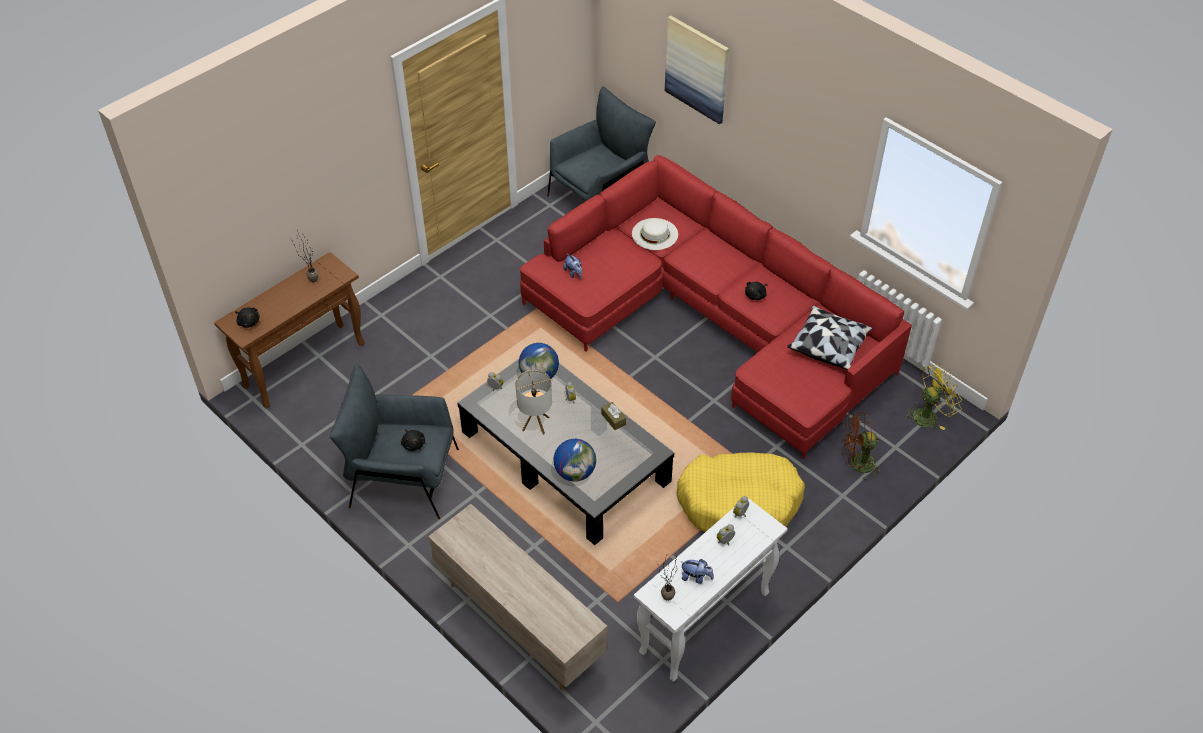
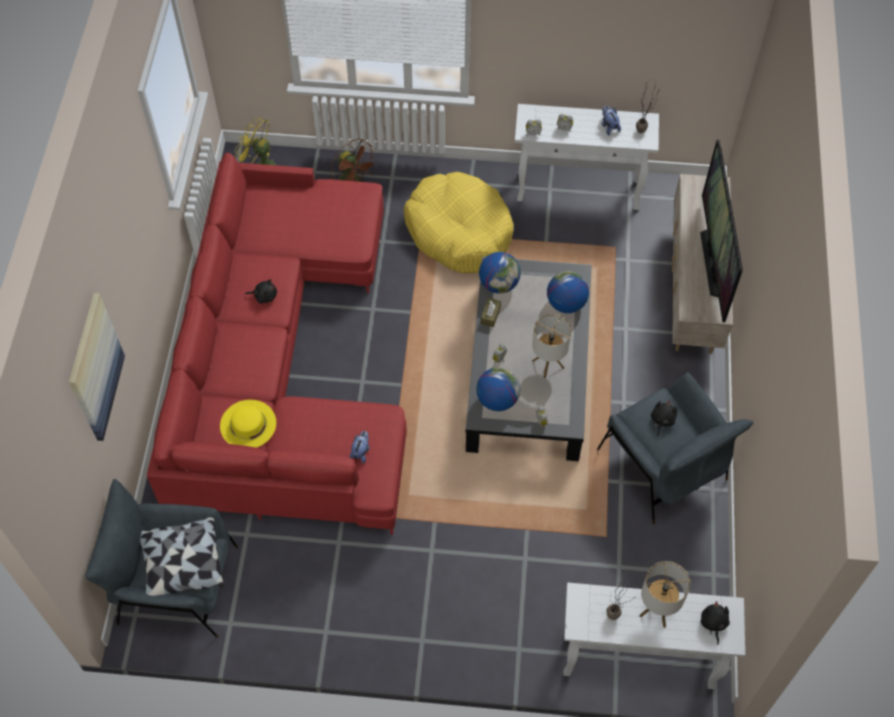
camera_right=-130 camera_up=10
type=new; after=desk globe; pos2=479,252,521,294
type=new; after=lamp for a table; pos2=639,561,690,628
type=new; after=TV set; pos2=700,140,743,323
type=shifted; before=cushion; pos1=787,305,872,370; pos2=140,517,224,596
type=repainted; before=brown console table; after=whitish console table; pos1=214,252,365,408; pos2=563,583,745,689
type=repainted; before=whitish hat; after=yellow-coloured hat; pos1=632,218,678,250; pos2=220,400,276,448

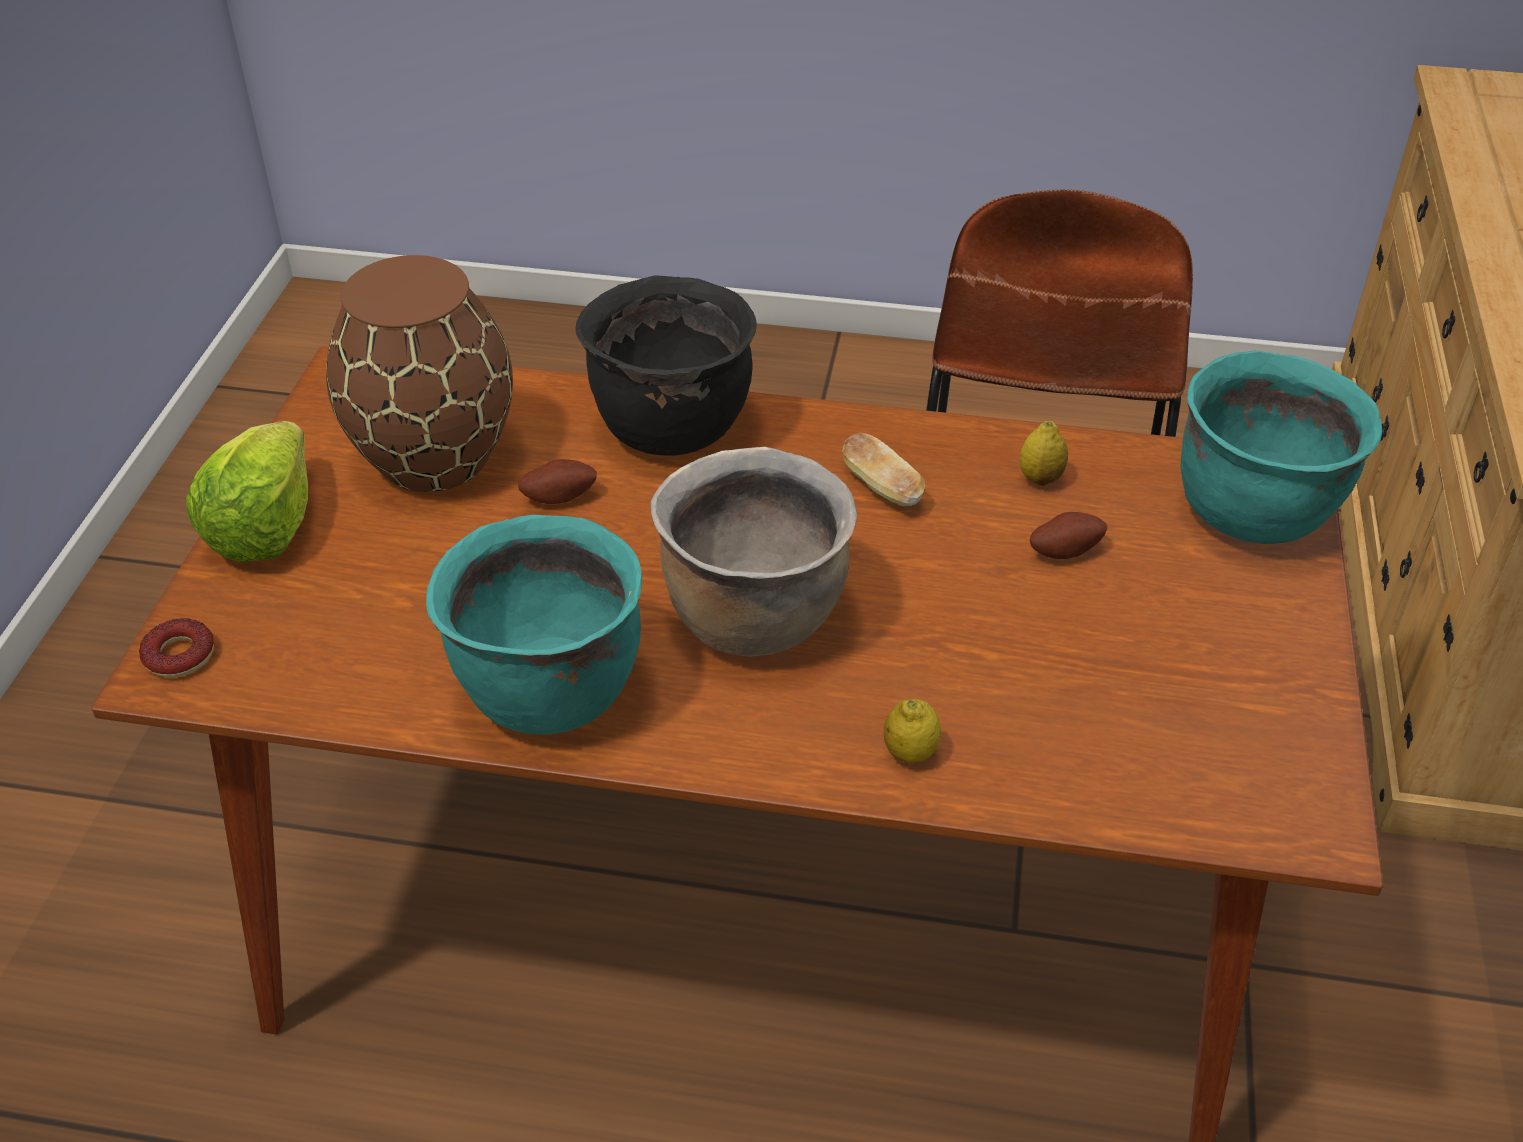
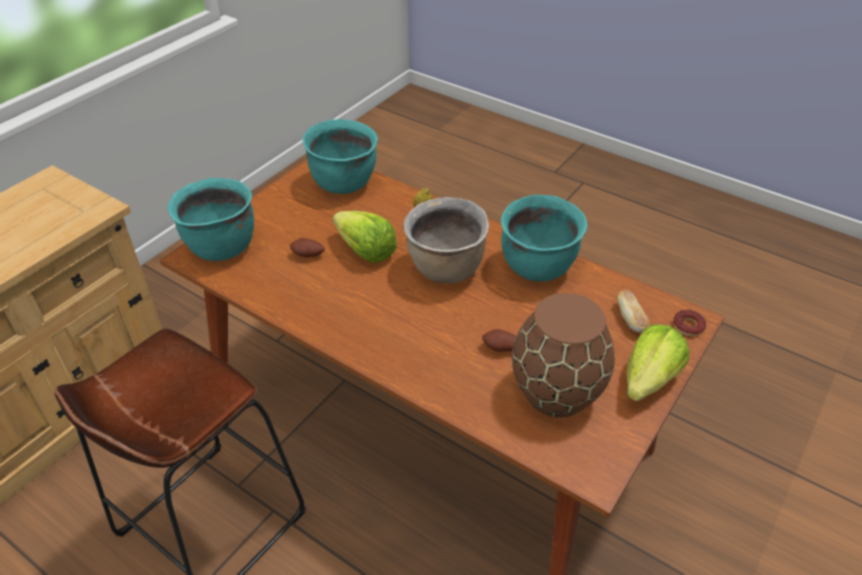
camera_right=-155 camera_up=0
type=gone; before=blackish stockpot; pos1=576,275,757,456
type=gone; before=whole lemon; pos1=1020,421,1068,486
type=new; after=turquoise stockpot; pos2=303,119,378,194
type=new; after=lettuce; pos2=333,211,397,263
type=shifted; before=baked bread; pos1=842,433,925,506; pos2=617,290,649,332

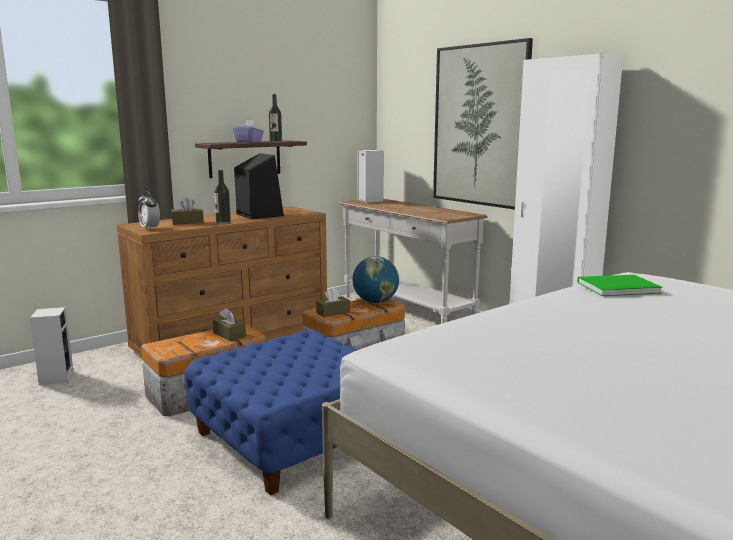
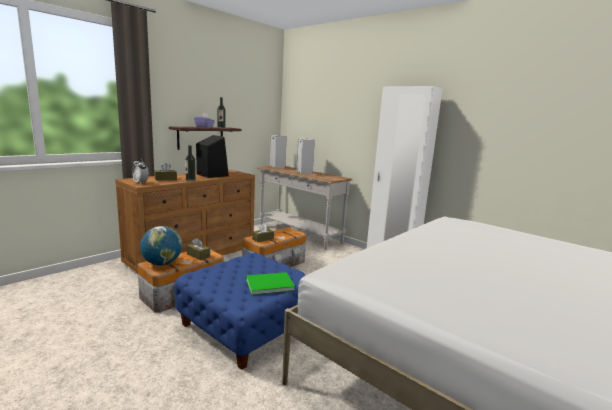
camera_right=-10 camera_up=0
type=gone; before=wall picture; pos1=433,38,533,210
type=shifted; before=speaker; pos1=30,307,74,385; pos2=296,139,315,174
type=shifted; before=desk globe; pos1=352,256,399,303; pos2=140,226,182,265
type=shifted; before=green-coloured bound book; pos1=577,275,663,296; pos2=246,272,295,295

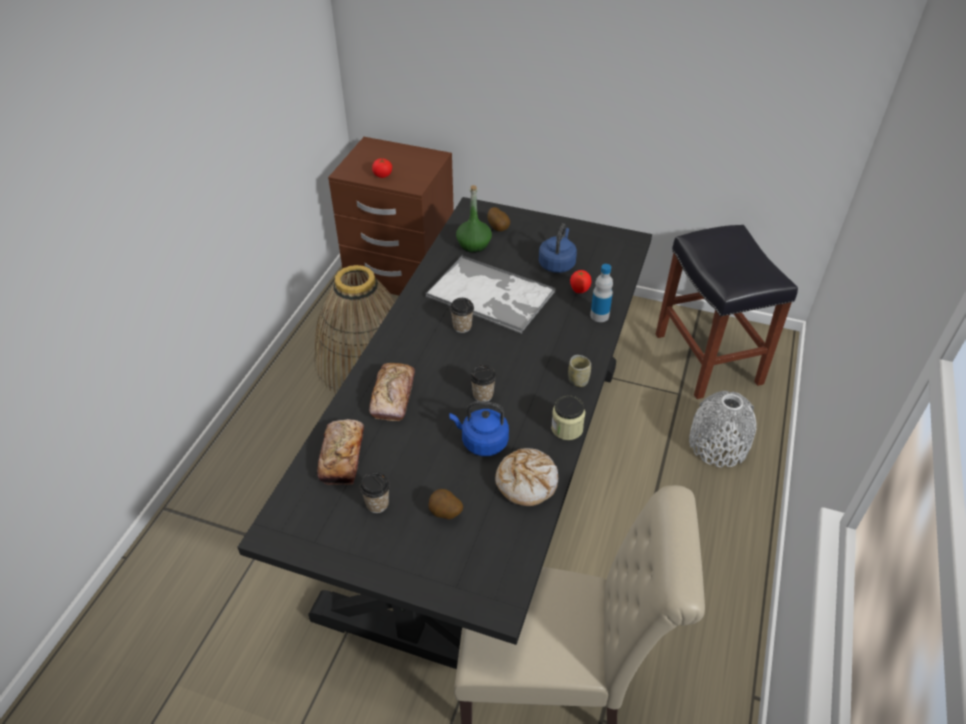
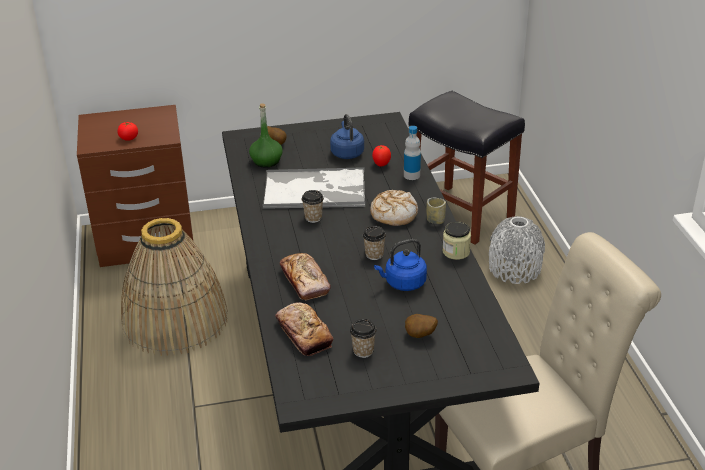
camera_right=-30 camera_up=-10
type=shifted; before=baked bread; pos1=495,448,558,506; pos2=370,190,418,226

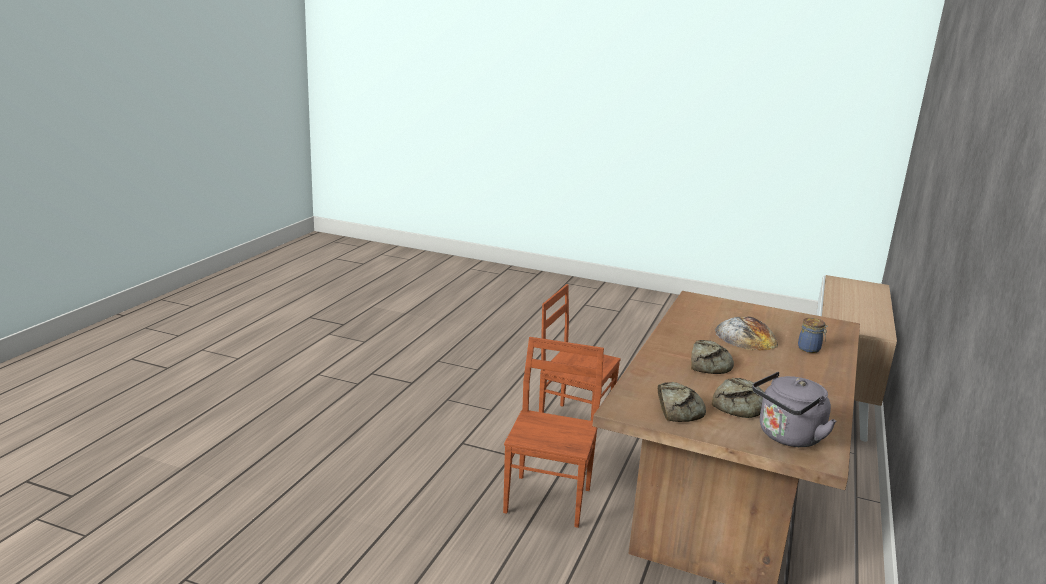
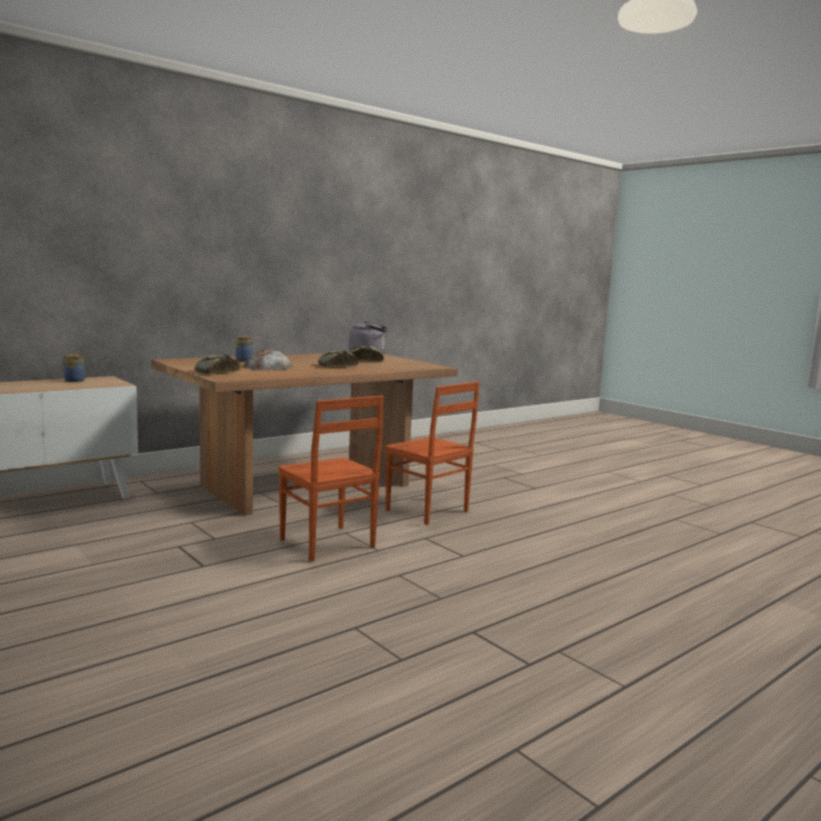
camera_right=-150 camera_up=-10
type=new; after=jar; pos2=62,354,85,382
type=shifted; before=baked bread; pos1=658,382,706,422; pos2=195,354,240,374
type=rotated; before=brown chair; pos1=503,337,604,528; pos2=385,382,480,525; turn=-90

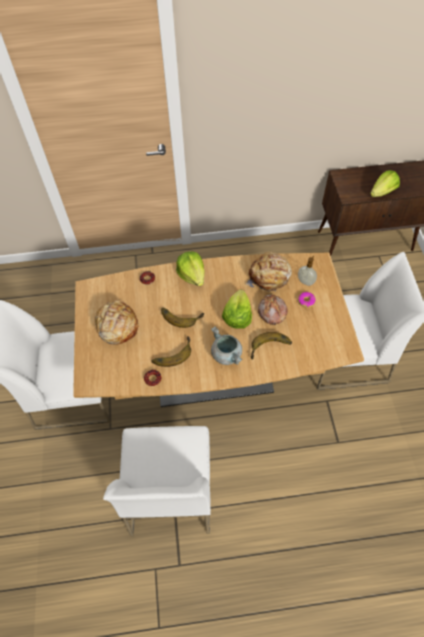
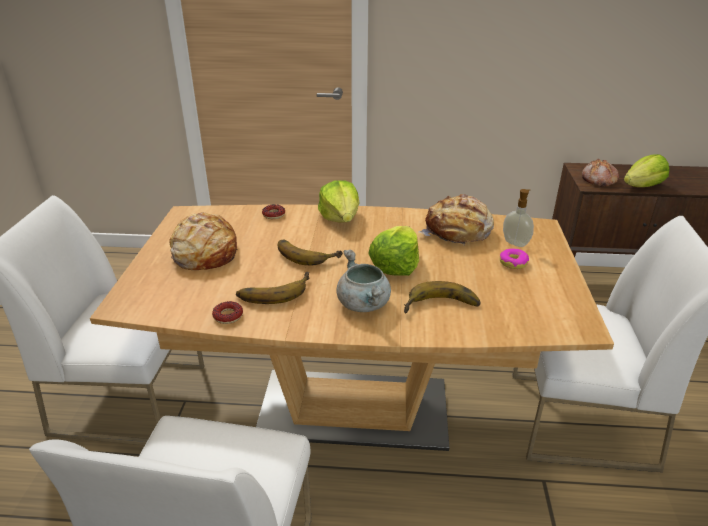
camera_right=10 camera_up=-25
type=shifted; before=baked bread; pos1=258,295,288,325; pos2=582,158,619,187

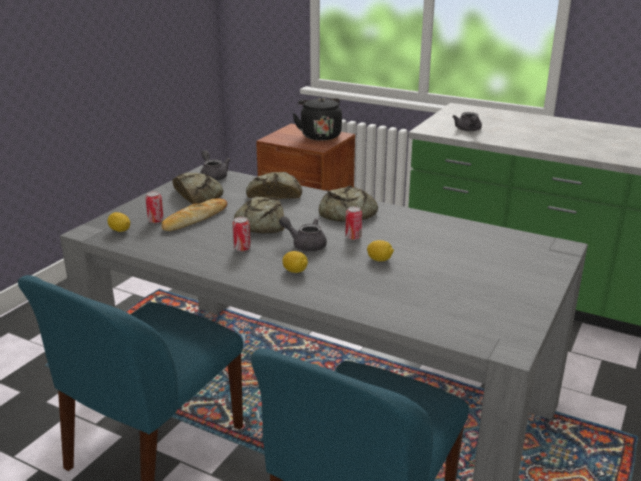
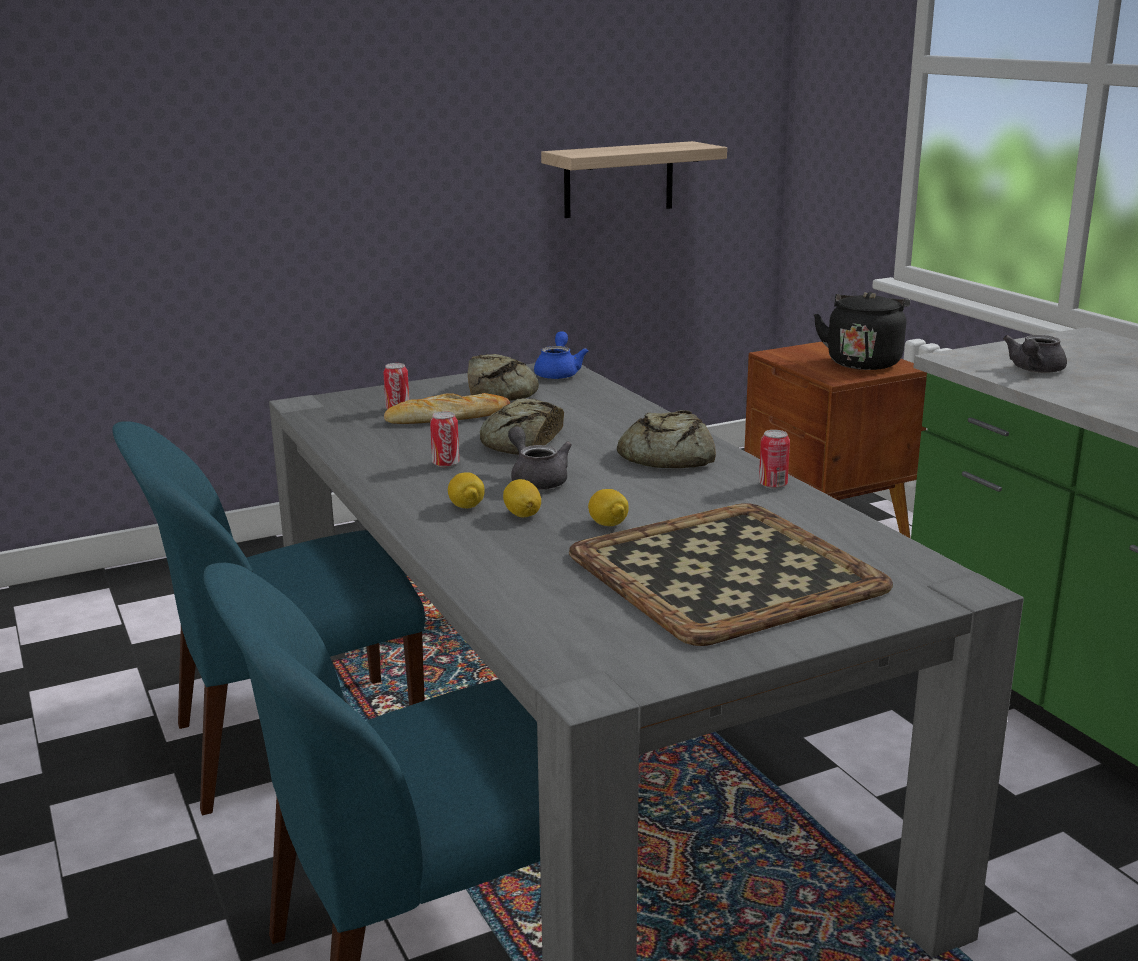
camera_right=35 camera_up=-5
type=gone; before=baked bread; pos1=246,172,302,199
type=new; after=wall shelf; pos2=541,141,727,218
type=new; after=tray; pos2=569,503,893,646
type=shifted; before=whole lemon; pos1=107,212,130,232; pos2=503,479,541,517
type=shifted; before=metal can; pos1=345,206,362,240; pos2=759,430,790,489
type=repainted; before=gray tea pot; after=blue-coloured tea pot; pos1=200,150,230,181; pos2=534,331,588,379

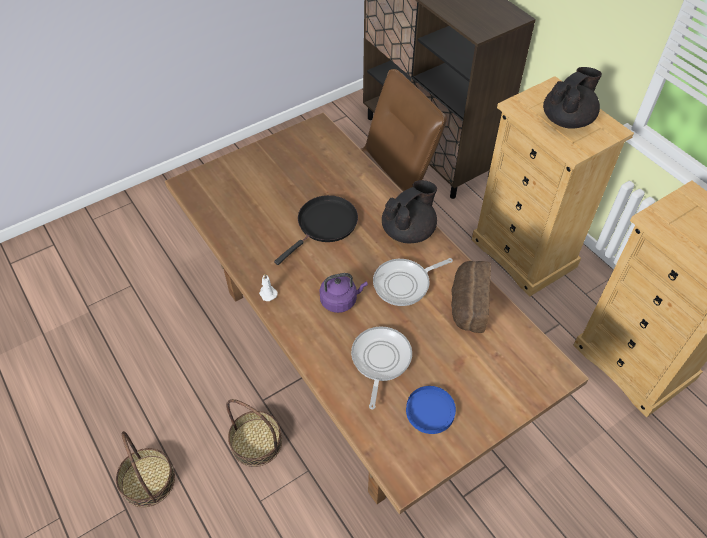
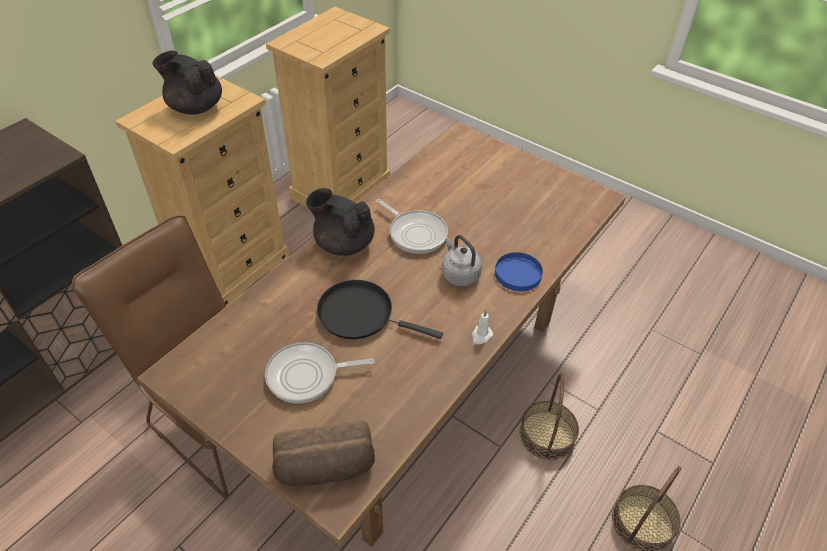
camera_right=-110 camera_up=-5
type=shifted; before=skillet; pos1=351,326,412,409; pos2=265,342,374,404
type=shifted; before=blue-coloured plate; pos1=406,386,456,434; pos2=495,252,543,291
type=shifted; before=baked bread; pos1=451,261,491,333; pos2=272,420,375,486
type=repainted; before=purple tea kettle; after=gray tea kettle; pos1=319,273,368,313; pos2=442,235,482,286

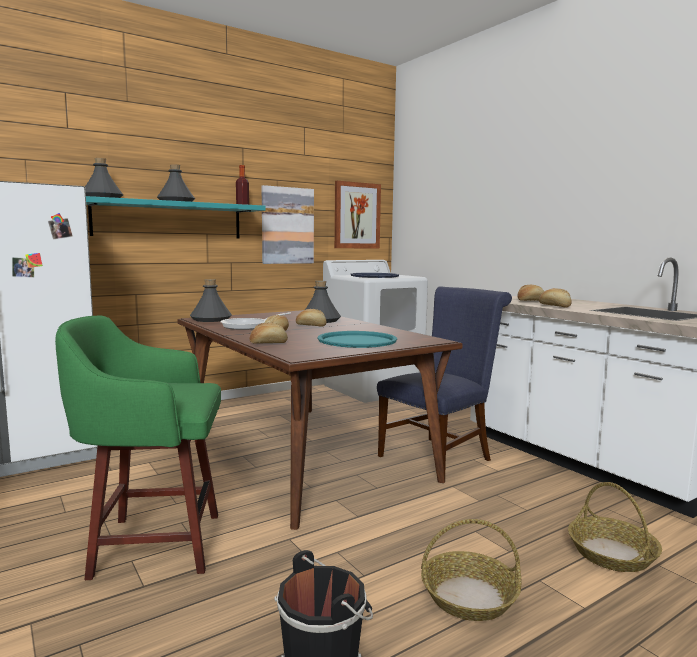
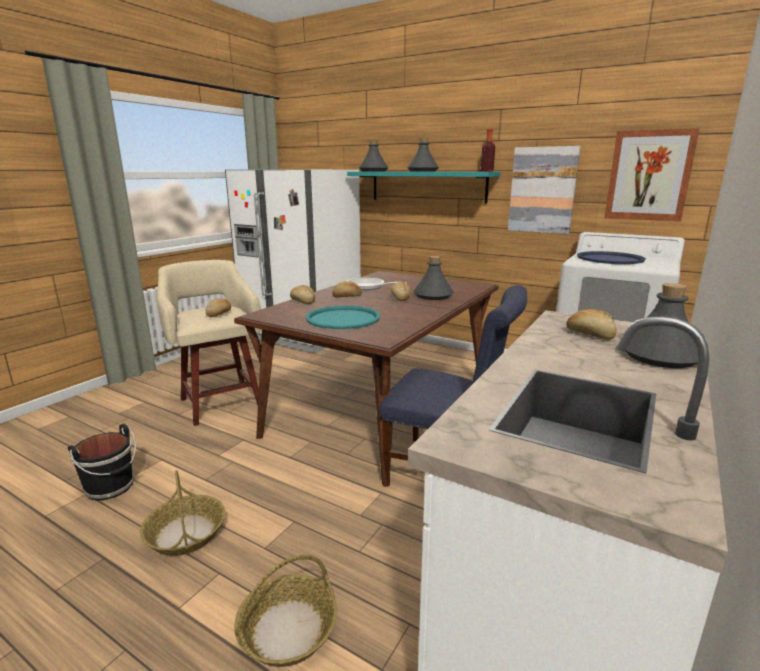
camera_right=65 camera_up=10
type=shifted; before=gray drink bottle; pos1=190,279,232,322; pos2=625,283,698,368
type=shifted; before=baked bread; pos1=539,288,572,307; pos2=206,298,231,317
type=repainted; before=green-coloured stool; after=beige stool; pos1=55,316,221,580; pos2=157,260,261,426

